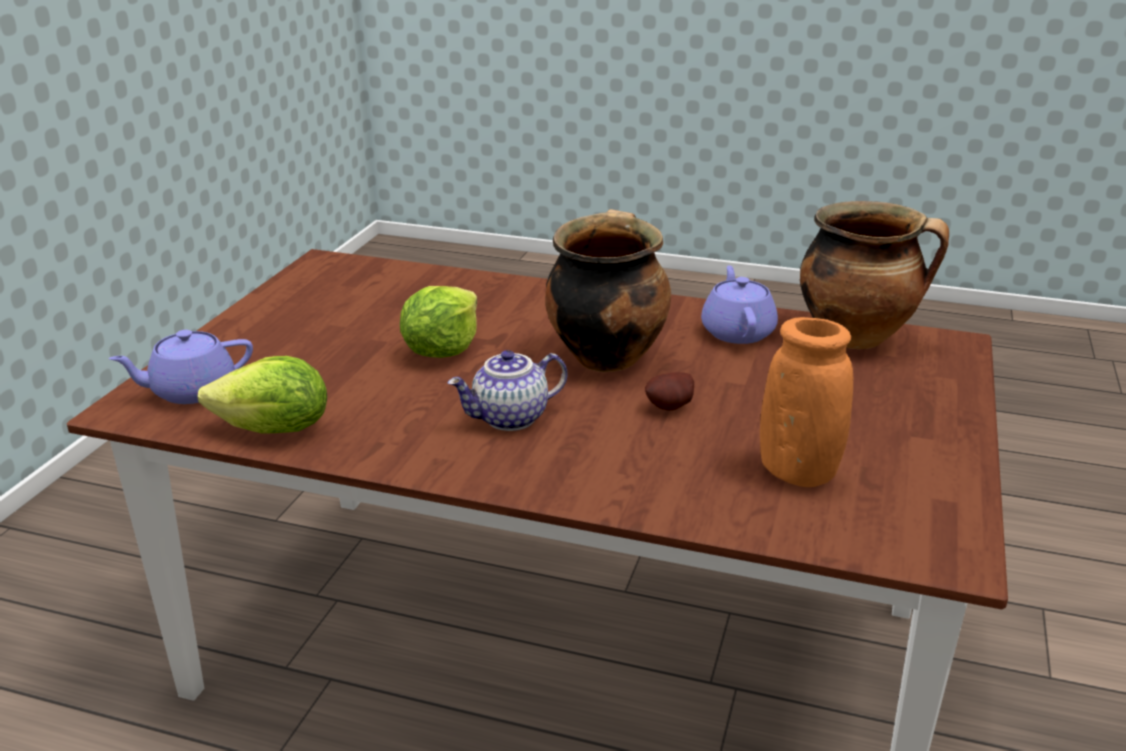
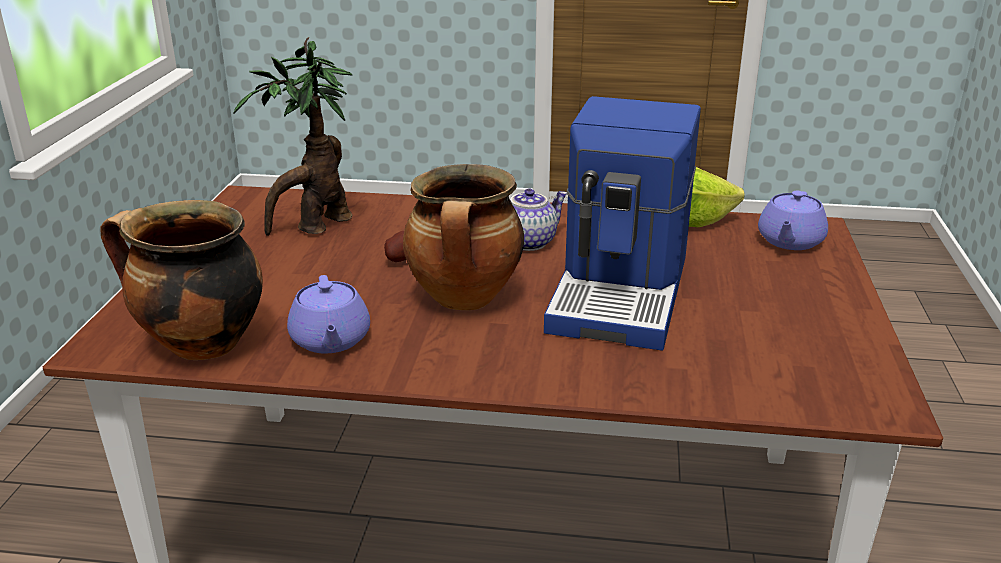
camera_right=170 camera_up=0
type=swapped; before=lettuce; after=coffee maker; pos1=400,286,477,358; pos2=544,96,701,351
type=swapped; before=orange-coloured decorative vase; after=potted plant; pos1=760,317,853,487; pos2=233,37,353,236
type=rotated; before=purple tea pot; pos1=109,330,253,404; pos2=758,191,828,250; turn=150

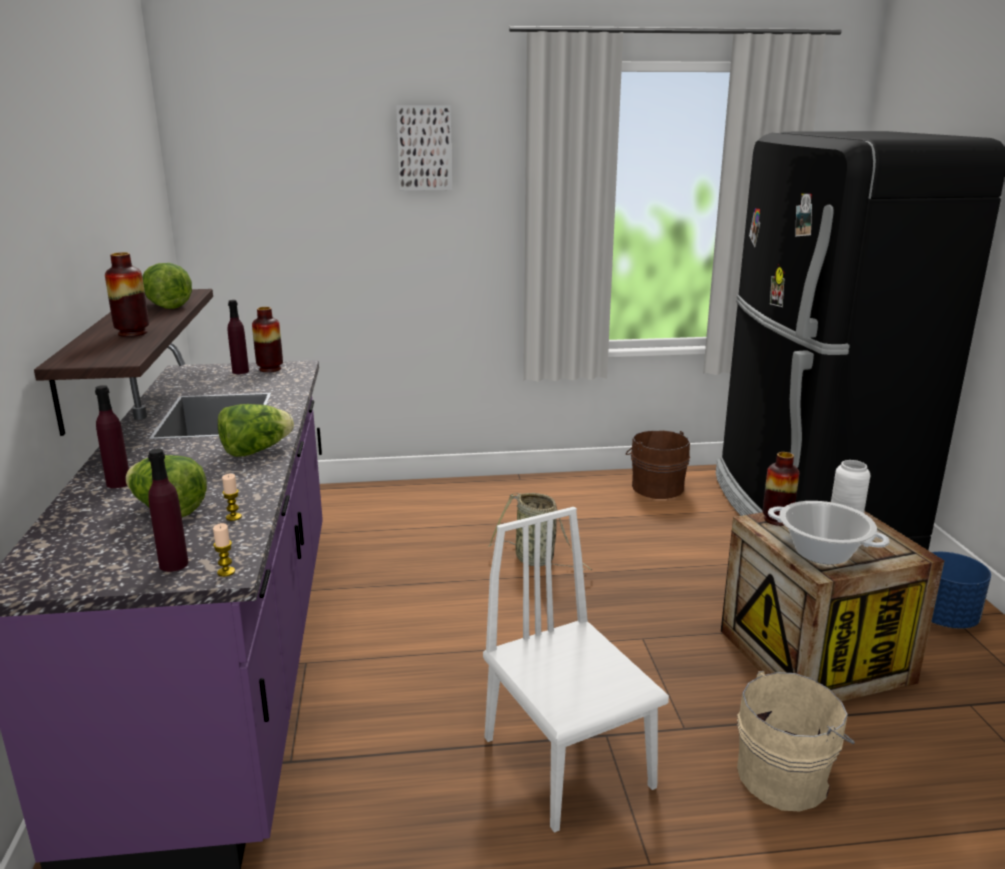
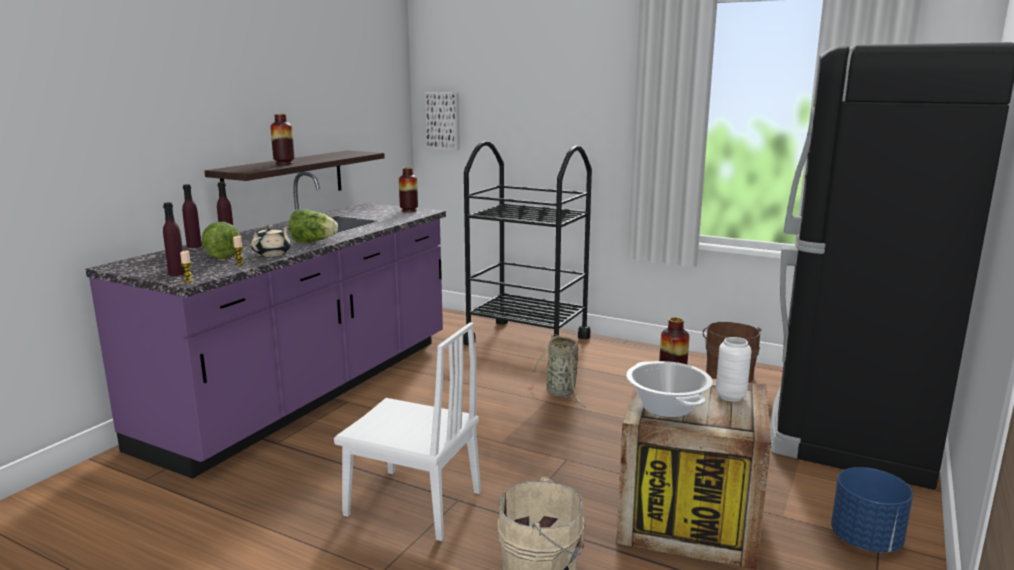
camera_right=35 camera_up=-5
type=gone; before=lettuce; pos1=142,263,192,309
type=new; after=beige tea pot; pos2=251,225,291,257
type=new; after=blackish wheeled cart; pos2=463,141,592,345
type=shifted; before=purple drink bottle; pos1=228,300,249,374; pos2=182,184,202,248
type=shifted; before=wall picture; pos1=396,105,452,191; pos2=425,93,460,150
type=rotated; before=whitish chair; pos1=483,507,669,833; pos2=334,322,481,541; turn=105

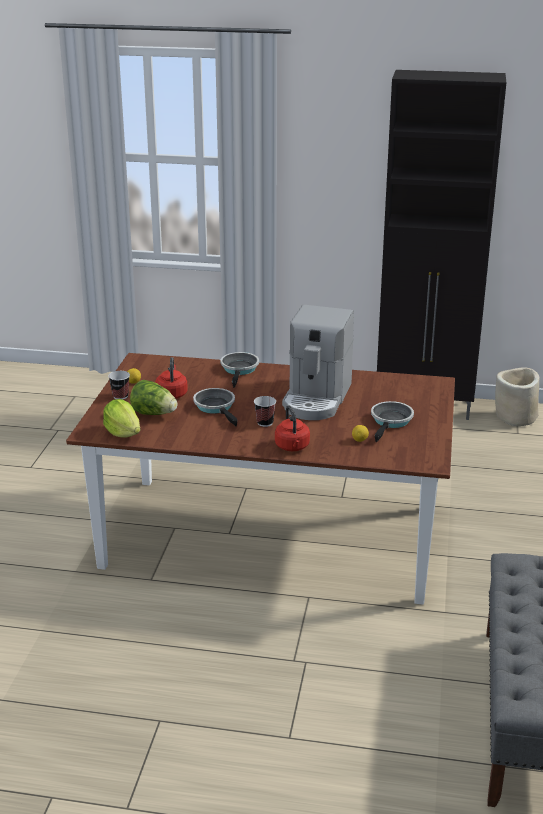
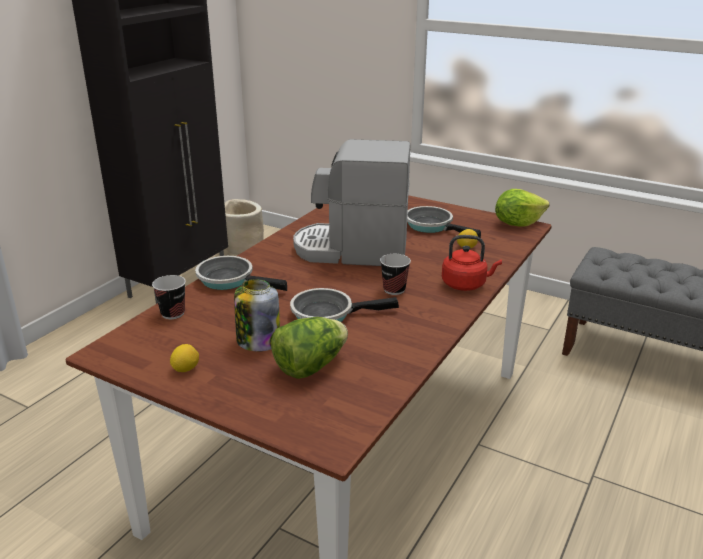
camera_right=-70 camera_up=0
type=shifted; before=lettuce; pos1=103,399,140,438; pos2=495,189,550,227
type=shifted; before=small cup; pos1=108,371,130,400; pos2=152,275,186,319
type=swapped; before=reddish tea kettle; after=jar; pos1=155,357,188,399; pos2=234,279,280,352
type=rotated; before=coffee maker; pos1=282,305,354,420; pos2=293,139,410,266; turn=150

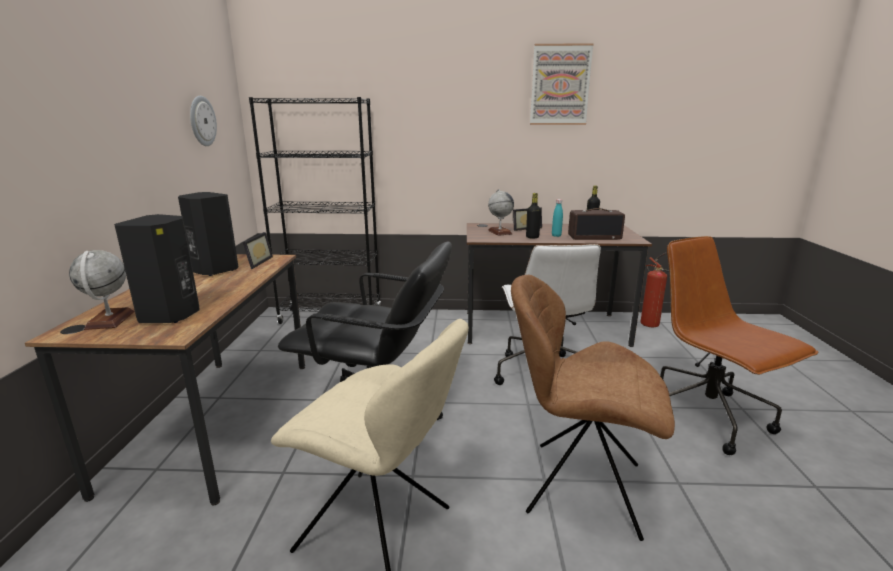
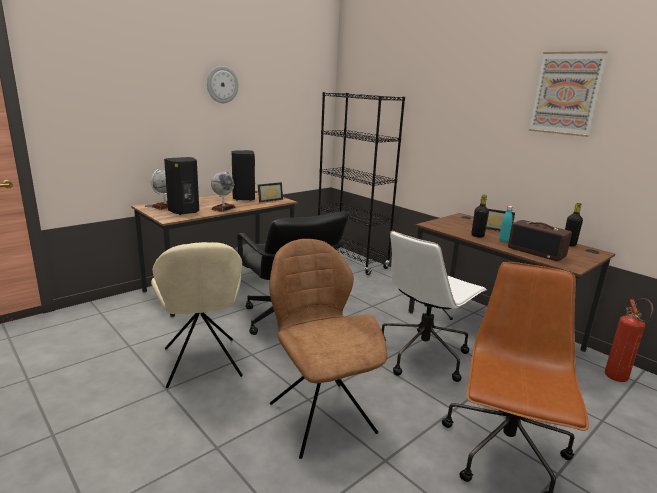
camera_right=45 camera_up=0
type=shifted; before=clock on the wall; pos1=190,96,217,146; pos2=207,66,238,103
type=shifted; before=desk globe; pos1=488,189,514,236; pos2=211,170,236,212

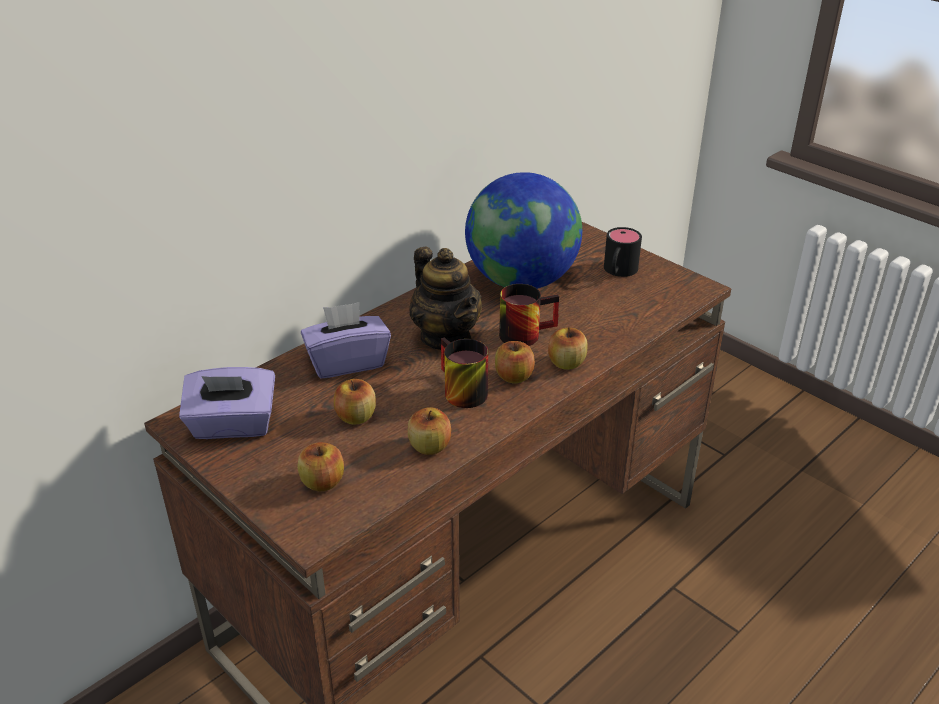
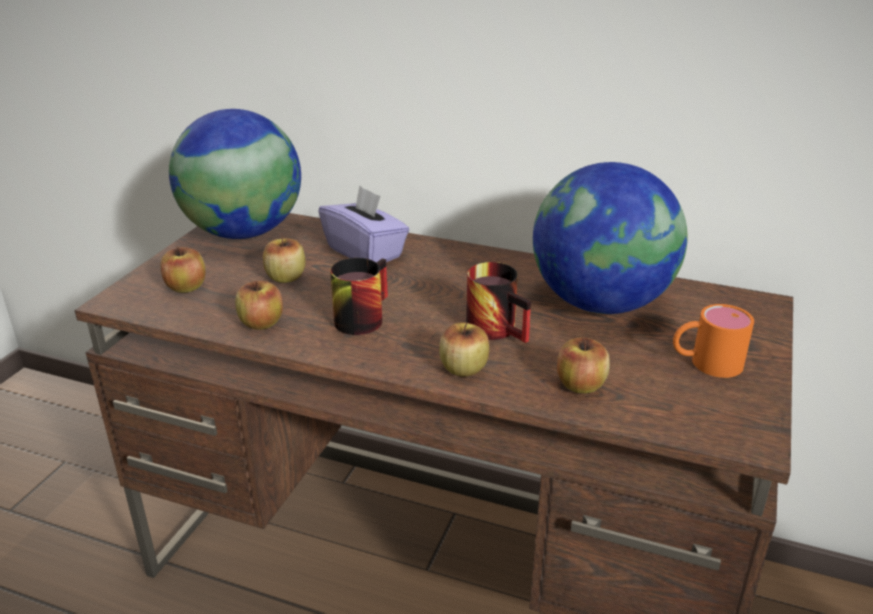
camera_right=65 camera_up=-5
type=gone; before=tea pot; pos1=409,247,482,350
type=shifted; before=apple; pos1=495,341,535,383; pos2=557,338,609,394
type=swapped; before=purple tissue holder; after=desk globe; pos1=179,367,275,439; pos2=169,109,301,239
type=repainted; before=blackish coffee mug; after=orange-coloured coffee mug; pos1=604,227,642,277; pos2=673,304,754,378

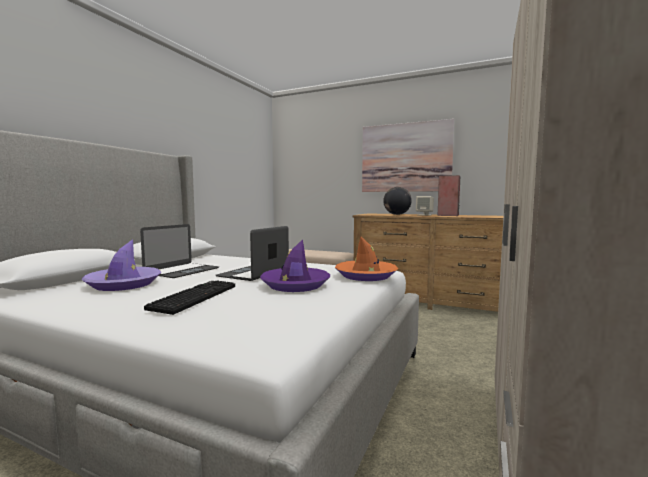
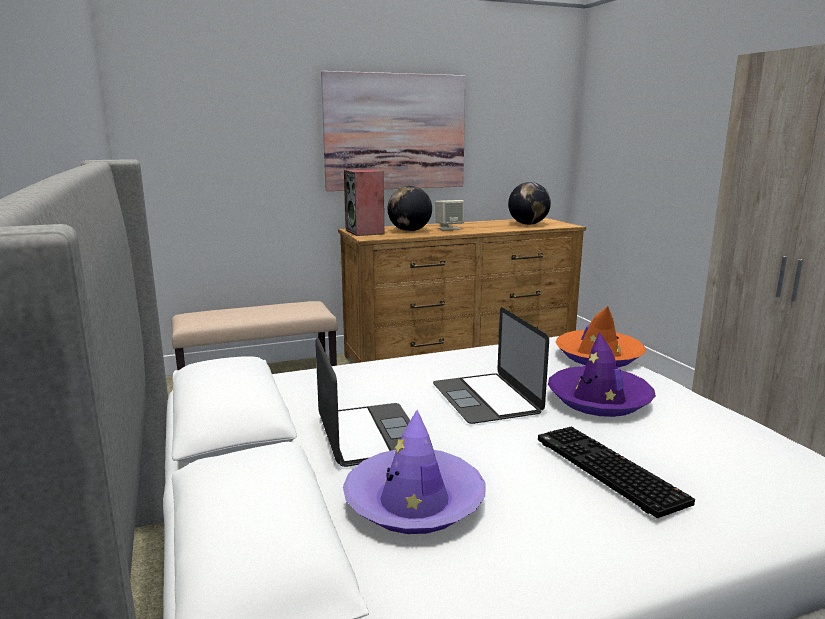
camera_right=-45 camera_up=10
type=new; after=desk globe; pos2=508,182,551,225
type=shifted; before=speaker; pos1=438,175,460,216; pos2=344,169,384,236

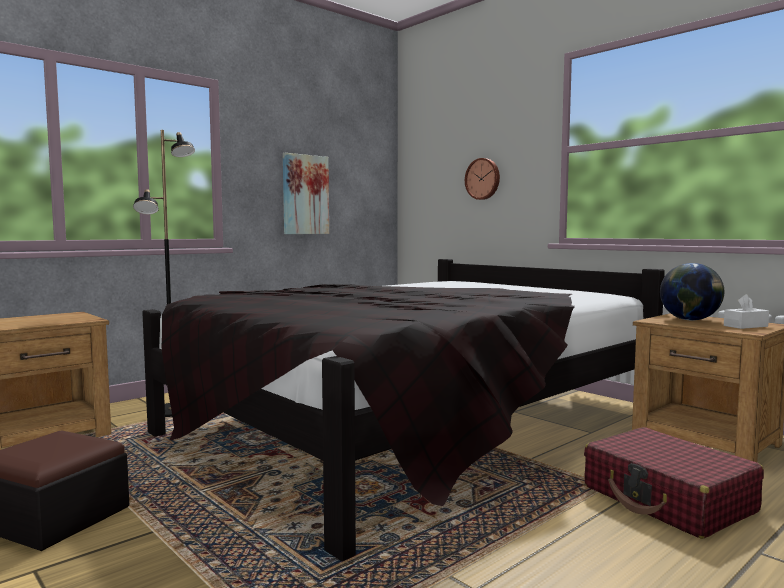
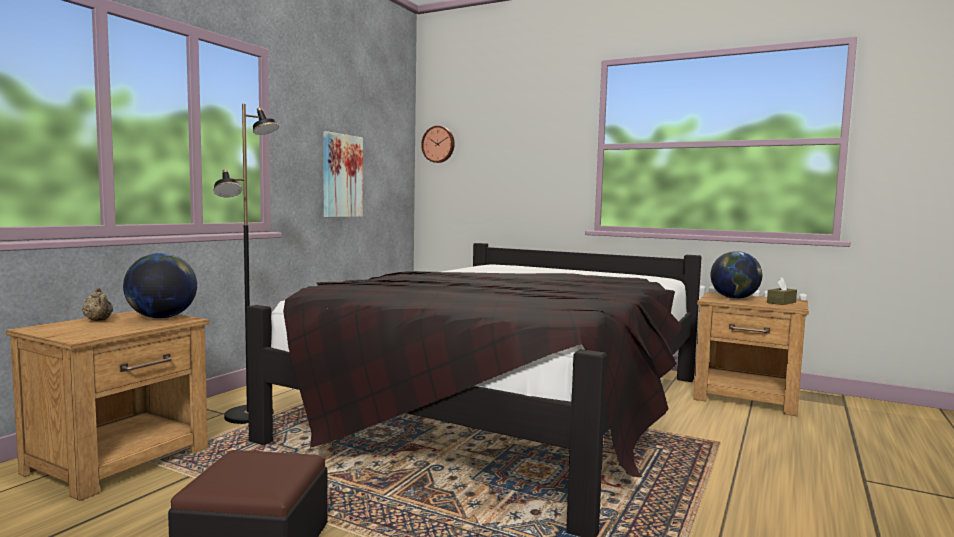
camera_right=-20 camera_up=0
type=gone; before=reddish travel case; pos1=584,427,764,539
type=new; after=beige tea pot; pos2=82,288,113,321
type=new; after=desk globe; pos2=123,253,197,318
type=shifted; before=clock on the wall; pos1=465,158,500,200; pos2=421,126,455,163
type=repainted; before=whitish tissue holder; after=brown tissue holder; pos1=724,294,769,329; pos2=767,277,797,305

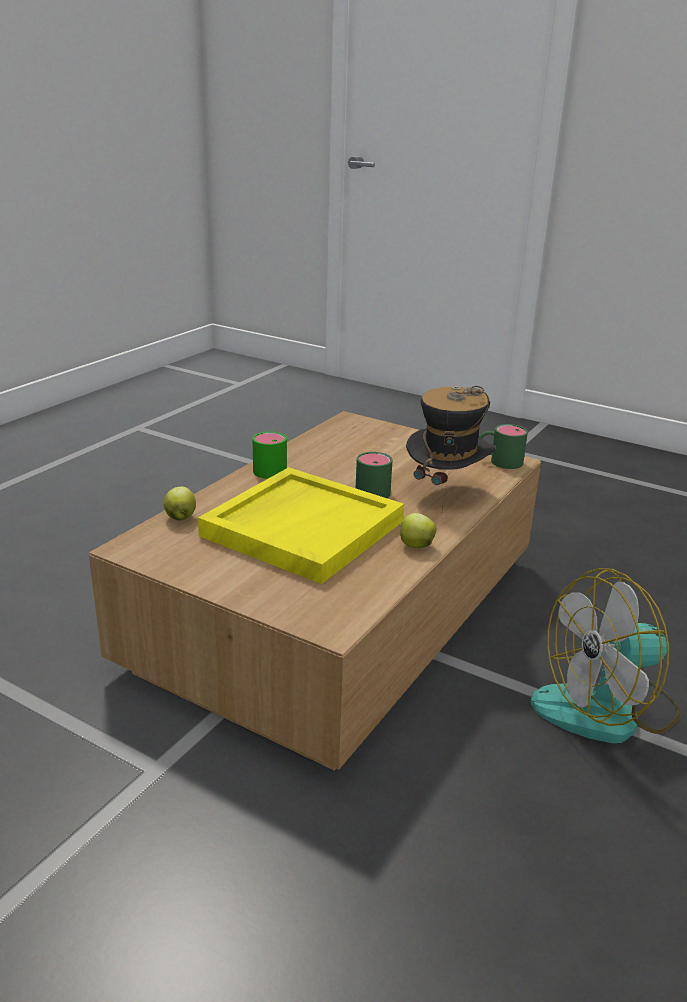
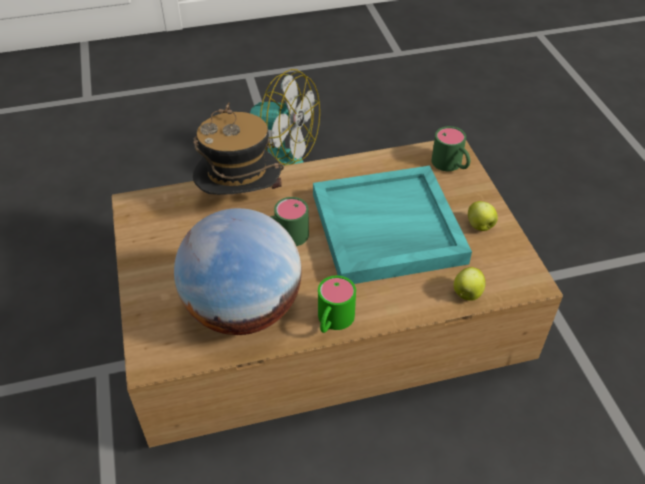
camera_right=-135 camera_up=20
type=new; after=desk globe; pos2=174,208,302,335
type=shifted; before=apple; pos1=399,513,437,548; pos2=468,201,498,231
type=shifted; before=green-coloured coffee mug; pos1=479,424,528,469; pos2=431,126,470,171
type=repainted; before=yellow-coloured tray; after=turquoise tray; pos1=198,467,404,584; pos2=313,166,472,284

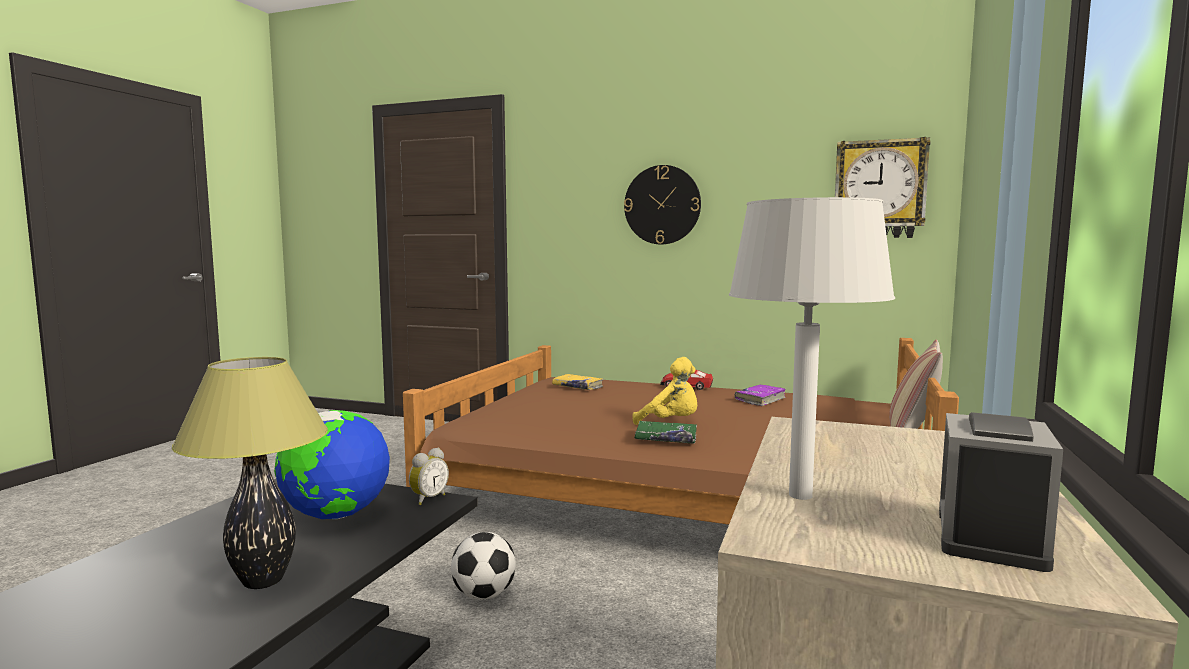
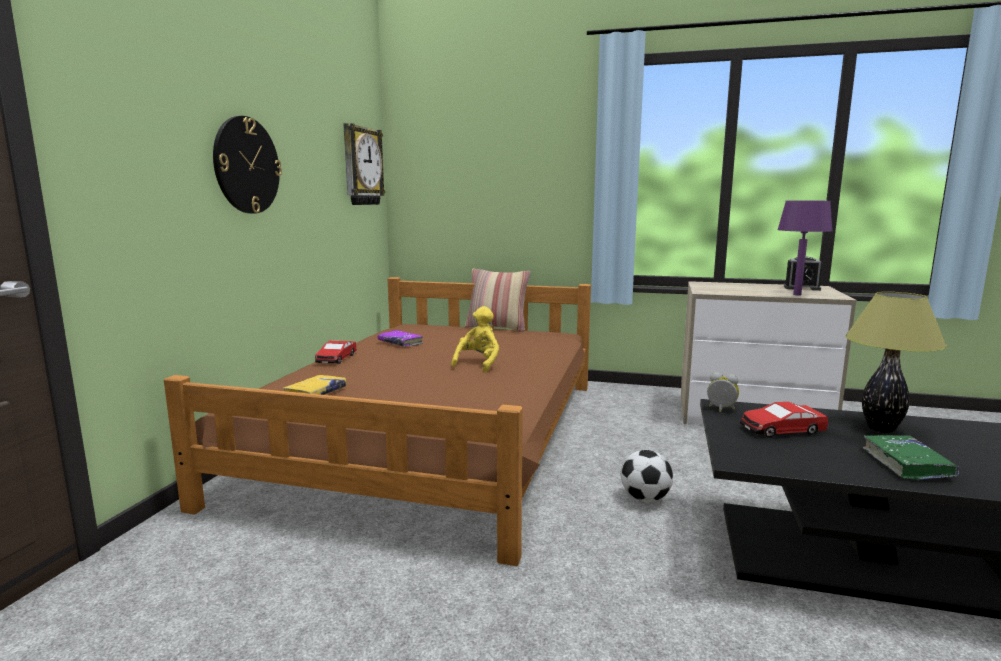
camera_right=-95 camera_up=5
type=shifted; before=green-coloured bound book; pos1=634,421,697,444; pos2=863,435,959,480
type=swapped; before=desk globe; after=model car; pos1=274,410,390,519; pos2=740,402,828,438
type=repainted; before=gray lamp for a table; after=purple lamp for a table; pos1=729,197,895,500; pos2=777,201,833,295

